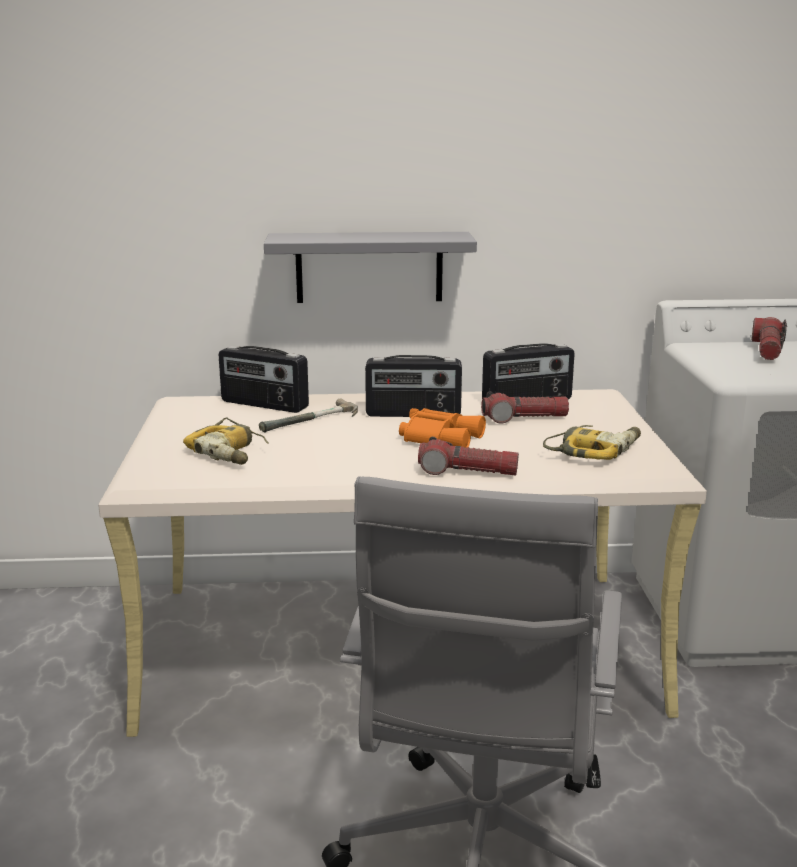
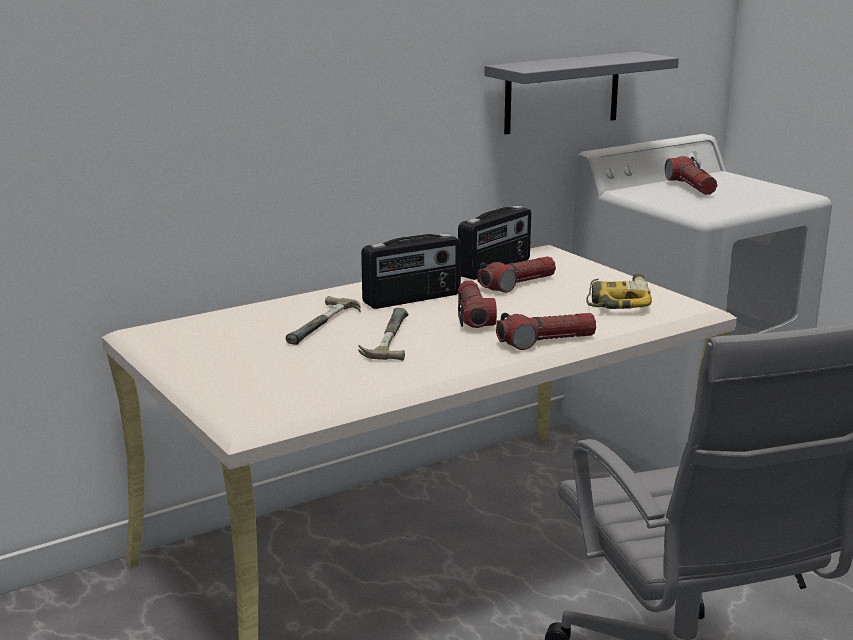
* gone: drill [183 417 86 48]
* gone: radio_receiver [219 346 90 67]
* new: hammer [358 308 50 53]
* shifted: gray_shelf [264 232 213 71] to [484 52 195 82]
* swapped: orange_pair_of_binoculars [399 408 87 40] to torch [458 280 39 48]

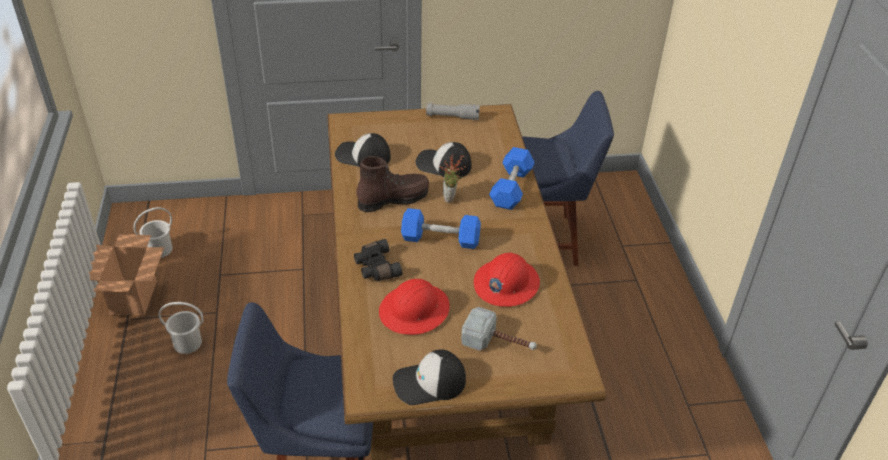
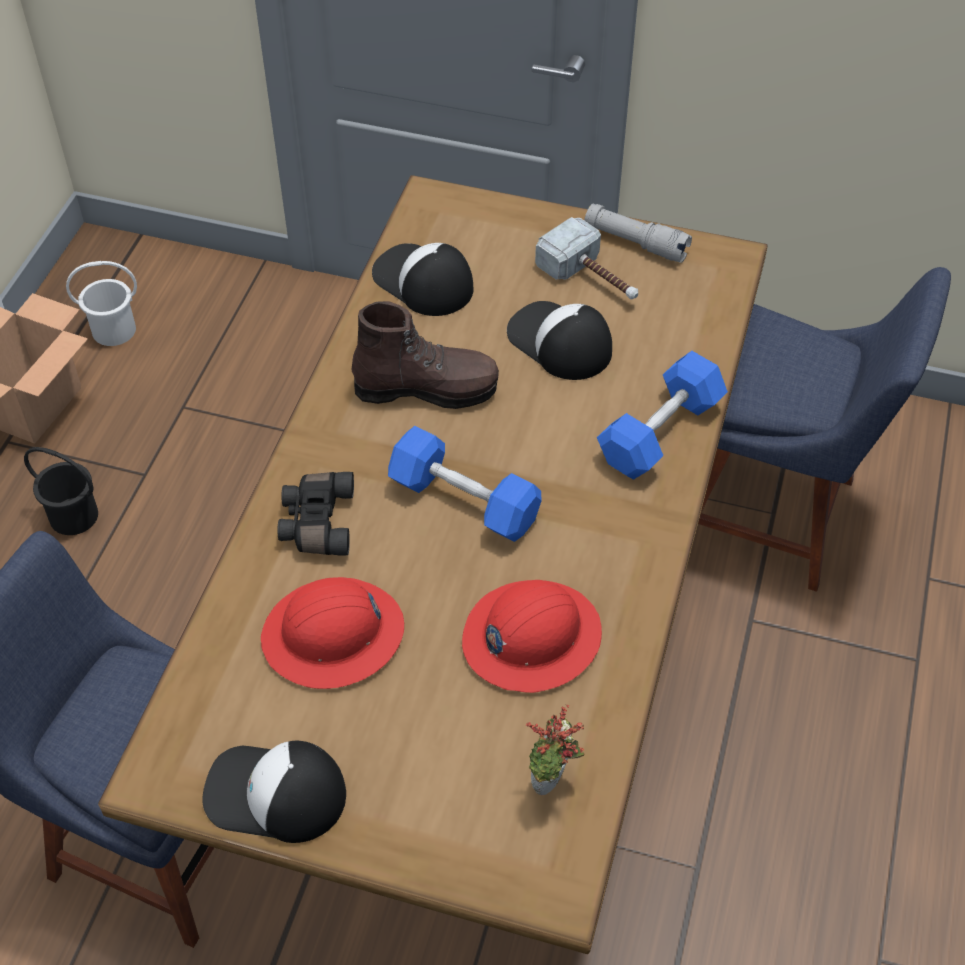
* shifted: plant_in_a_pot [439 155 27 48] to [526 705 58 91]
* shifted: hammer [461 307 76 44] to [535 217 103 82]
* repainted: white-coloured_water_bucket [158 302 45 52] to black-coloured_water_bucket [24 447 74 88]

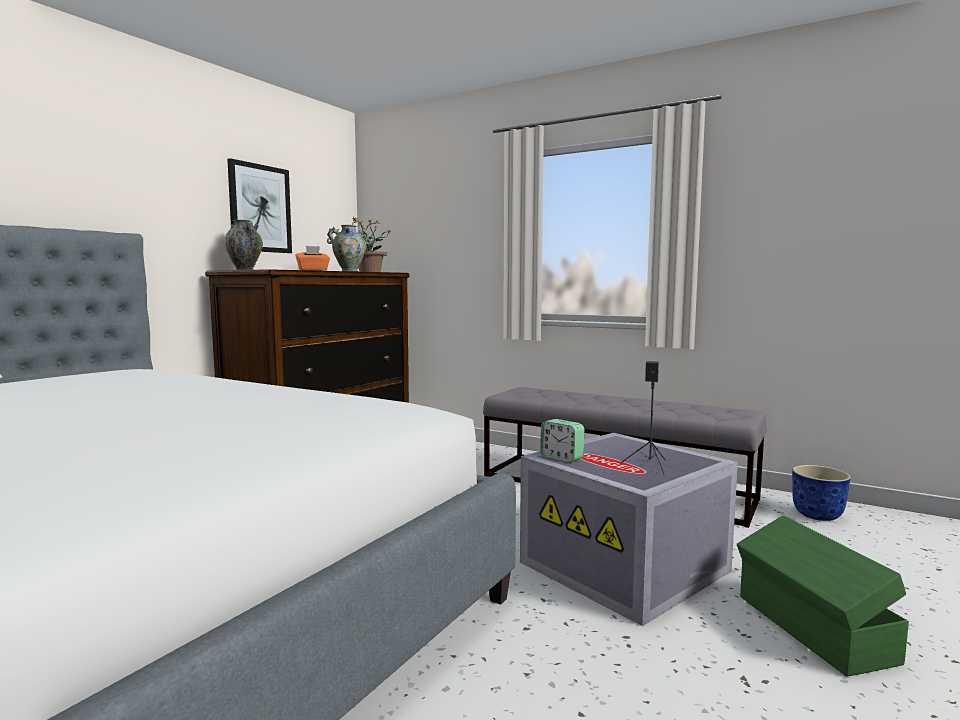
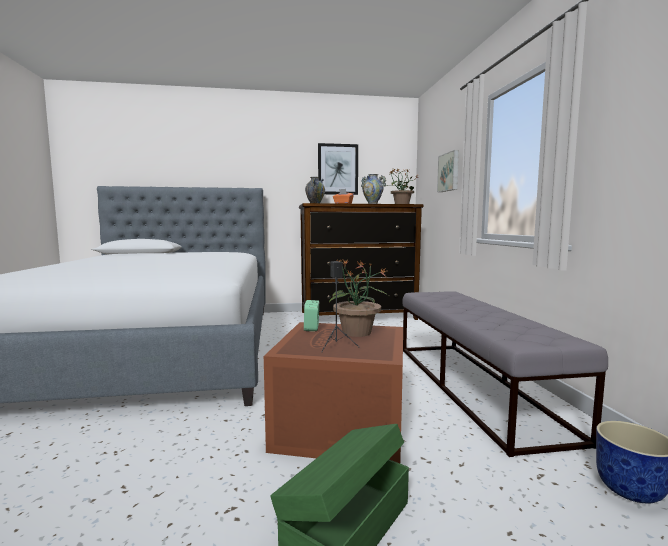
* new: plant_in_a_pot [329 259 61 78]
* new: wall_picture [437 150 22 42]
* repainted: gray_storage_container [520 433 218 193] to brown_storage_container [264 322 139 141]

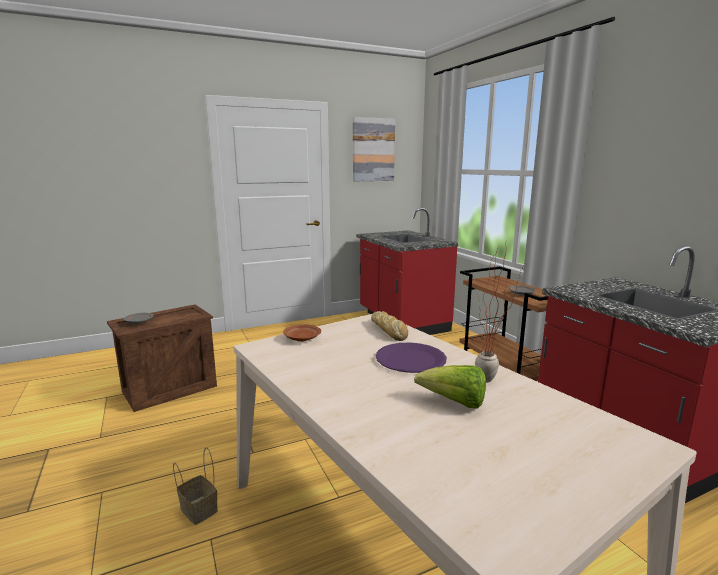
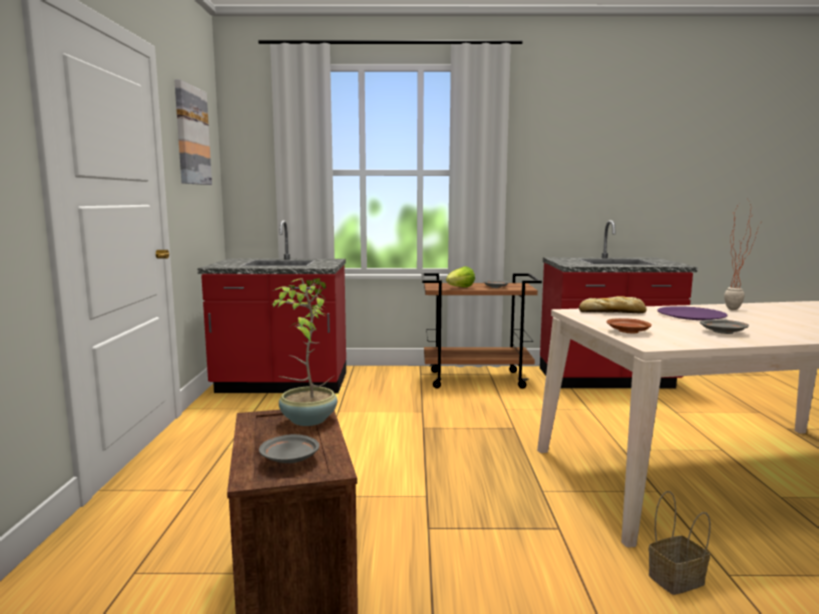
* new: plant_in_a_pot [272 278 65 148]
* new: gray_plate [700 319 49 15]
* shifted: head_of_lettuce [414 365 72 44] to [446 266 29 22]

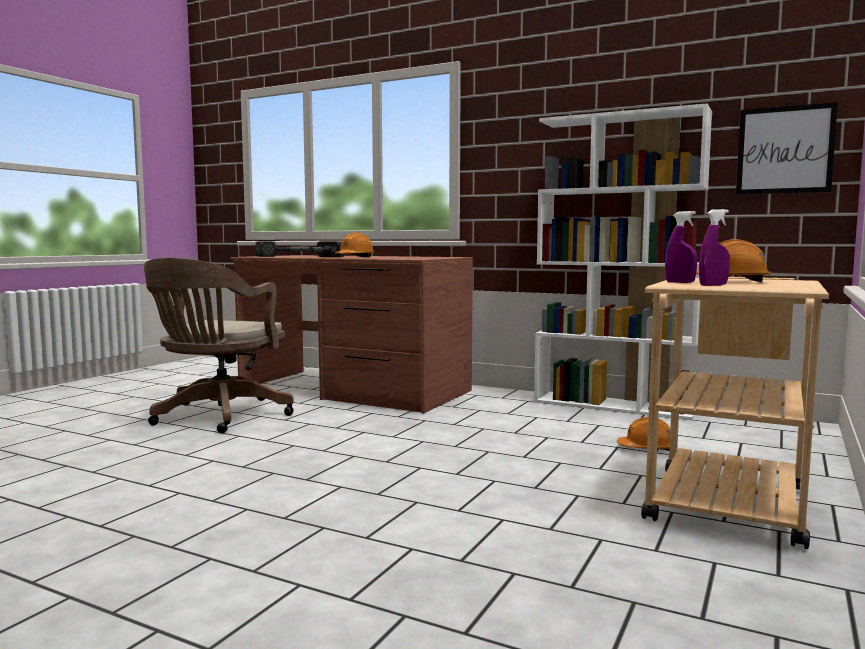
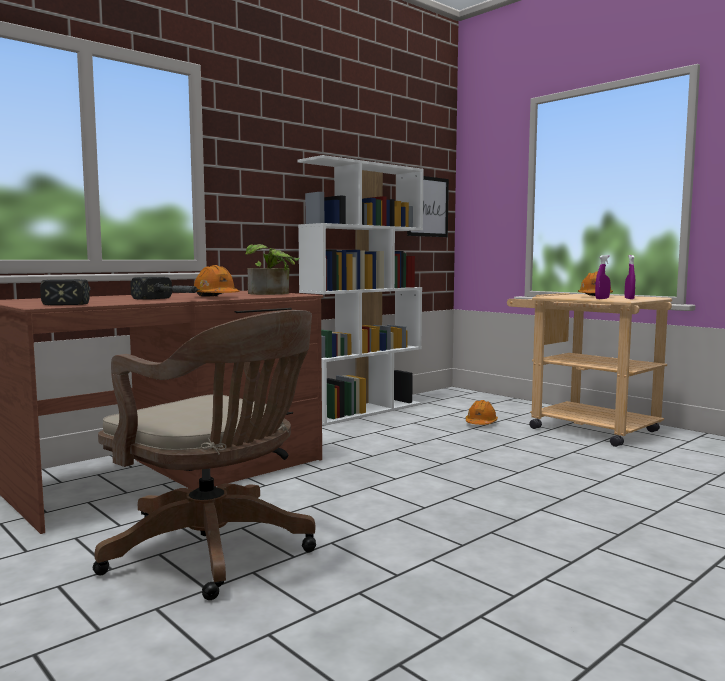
* new: plant_in_a_pot [245 244 54 51]

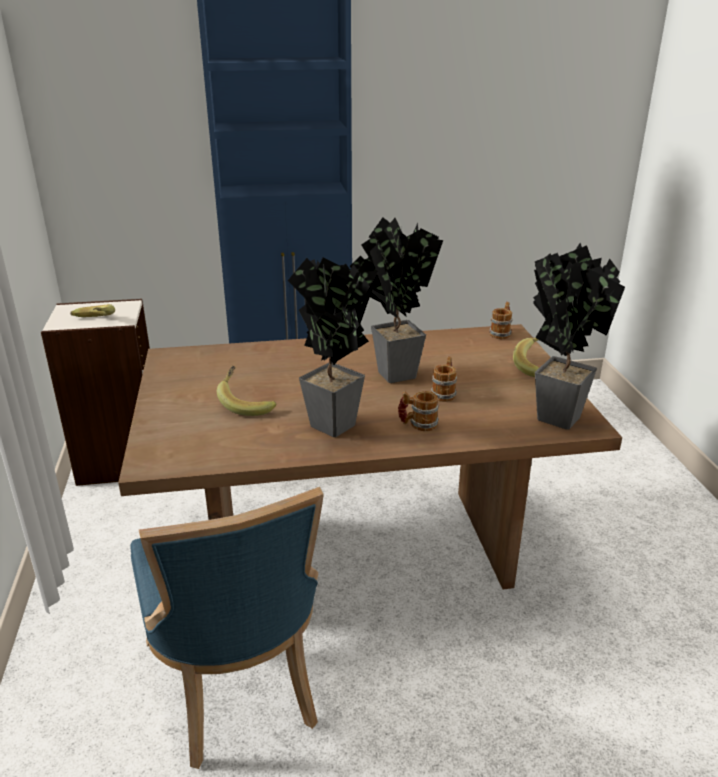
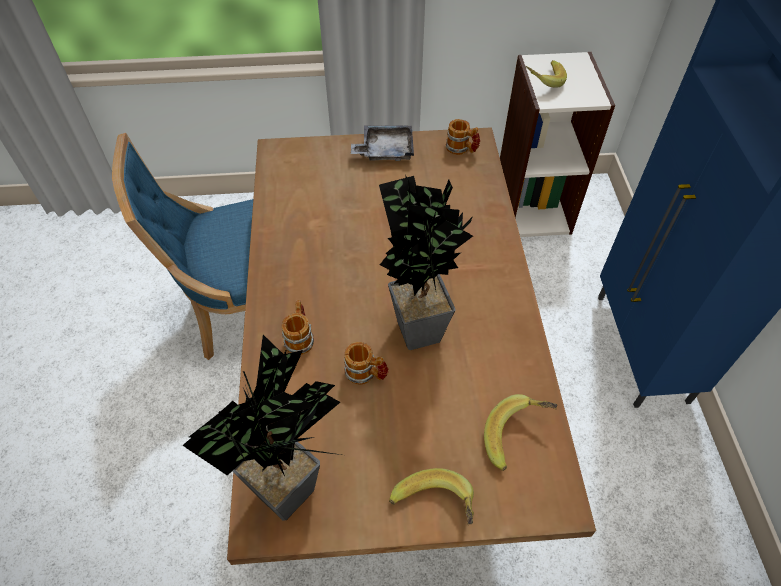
* gone: plant_in_a_pot [288 257 90 180]
* new: gray_tray [351 125 63 36]
* shifted: whole_banana [217 366 60 50] to [484 394 73 77]
* shifted: tea_mug [489 302 24 37] to [446 119 34 36]

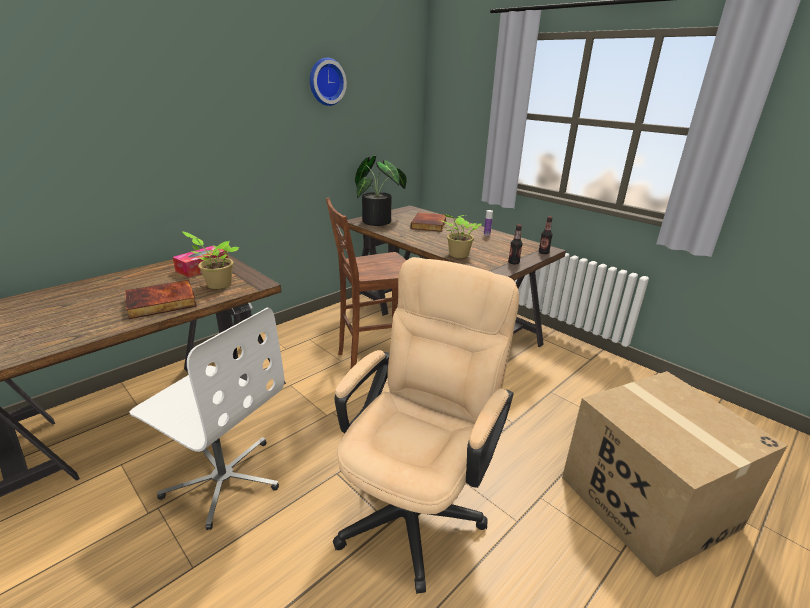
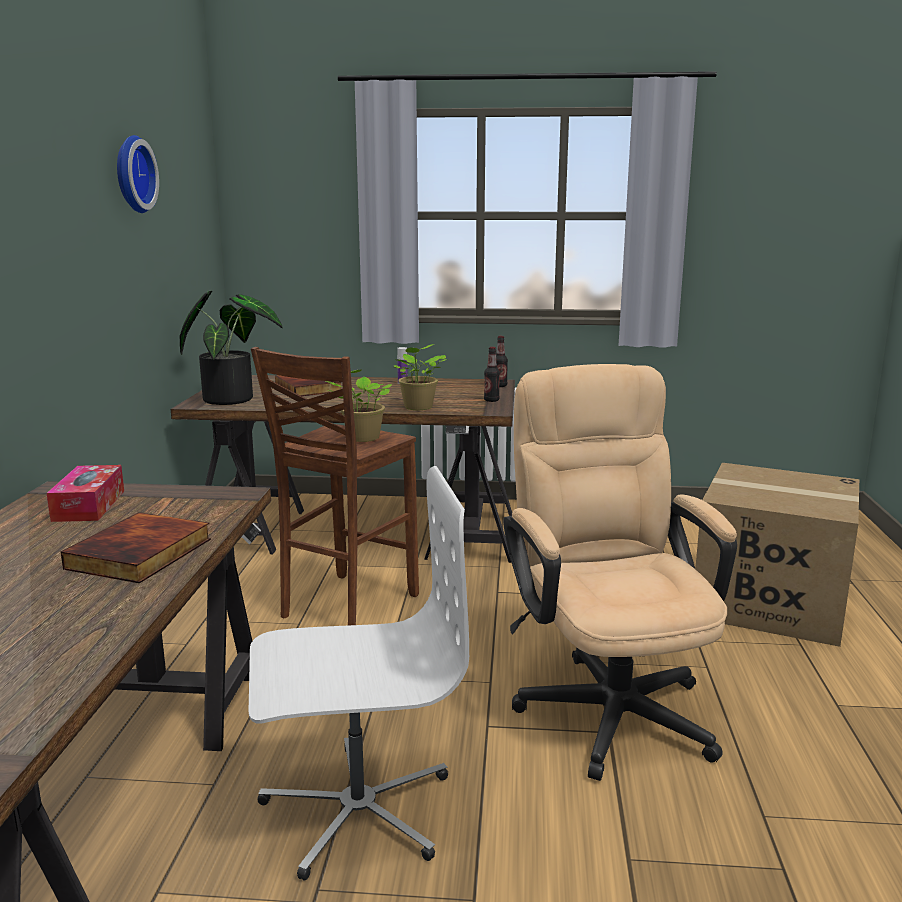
* shifted: plant_in_a_pot [182 231 58 58] to [326 369 66 73]

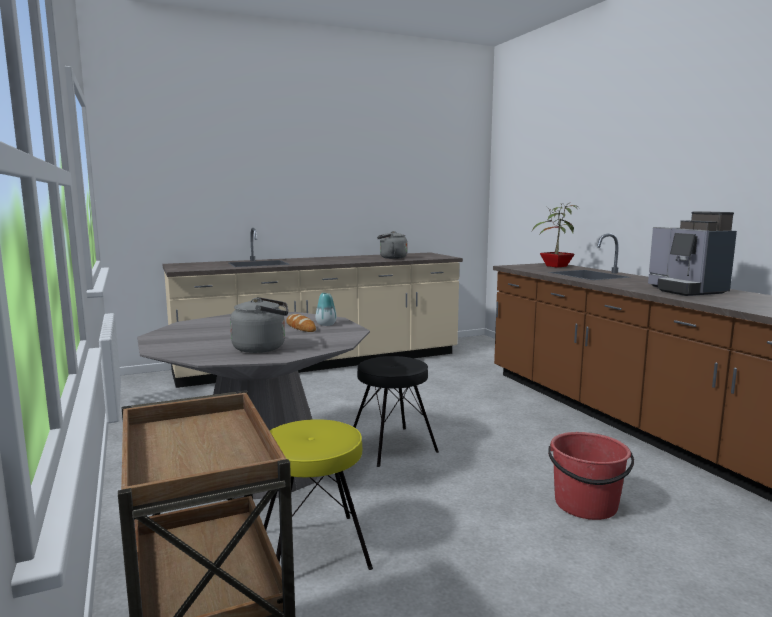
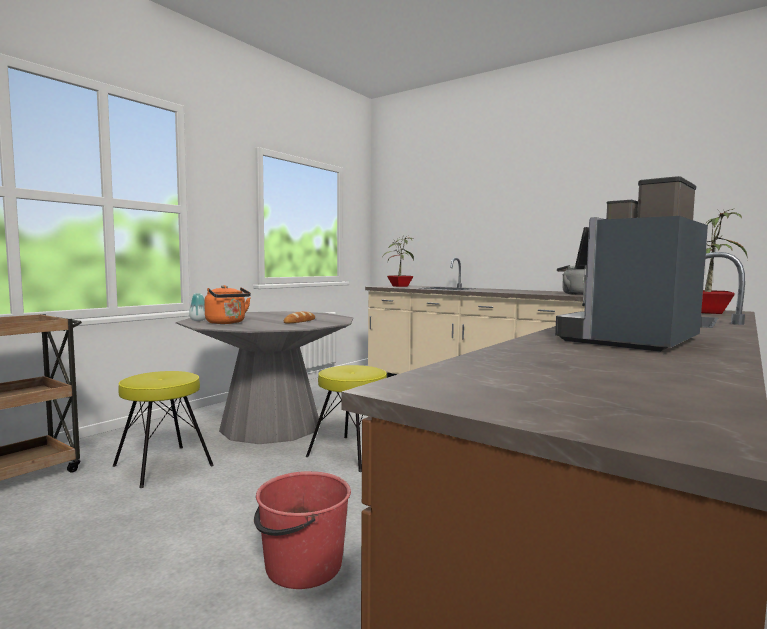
* new: plant_in_a_pot [382 235 33 52]
* shifted: decorative_vase [316 293 21 33] to [189 293 17 28]
* repainted: gray_tea_kettle [230 297 58 56] to orange_tea_kettle [204 285 47 39]
* repainted: black-coloured_stool [353 356 86 111] to yellow-coloured_stool [306 365 81 107]

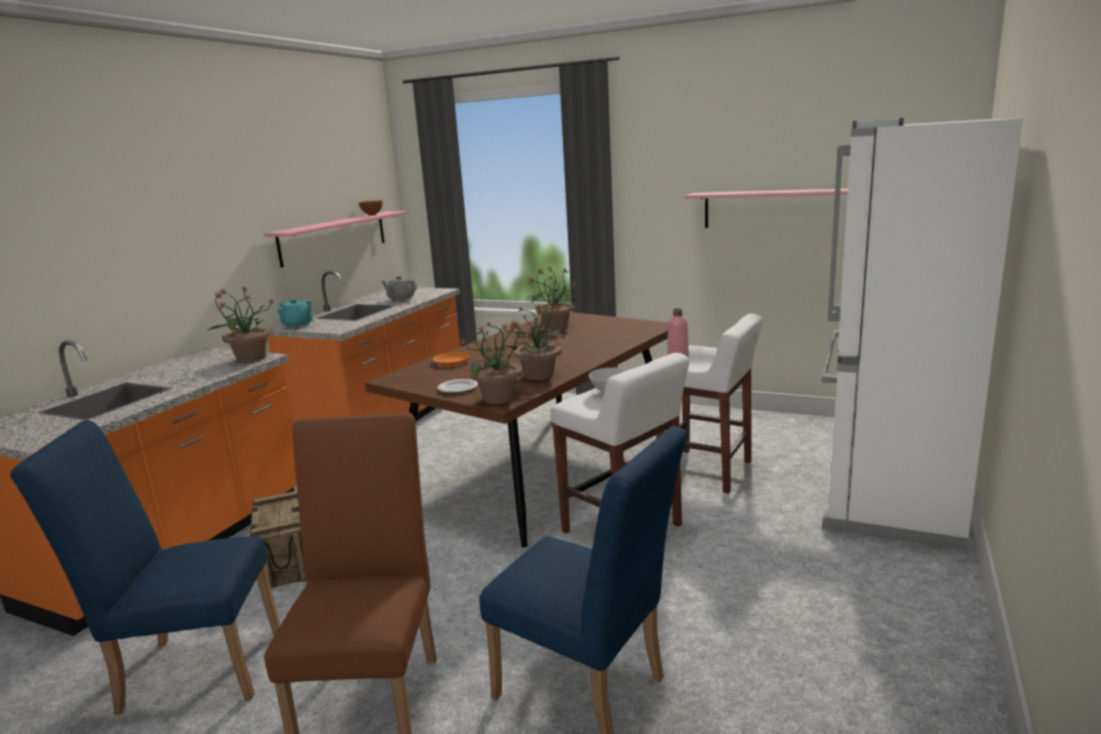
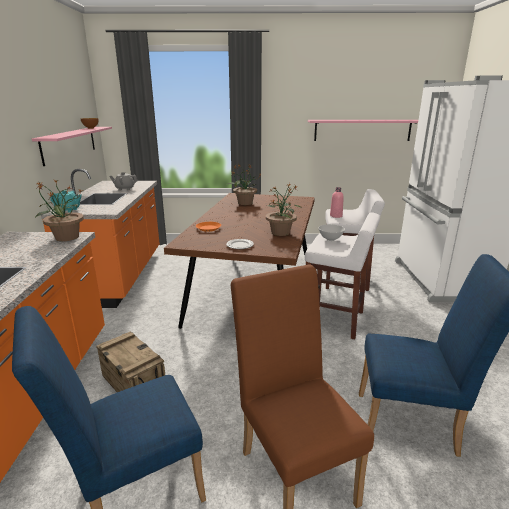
* gone: plant_in_a_pot [459 320 76 84]

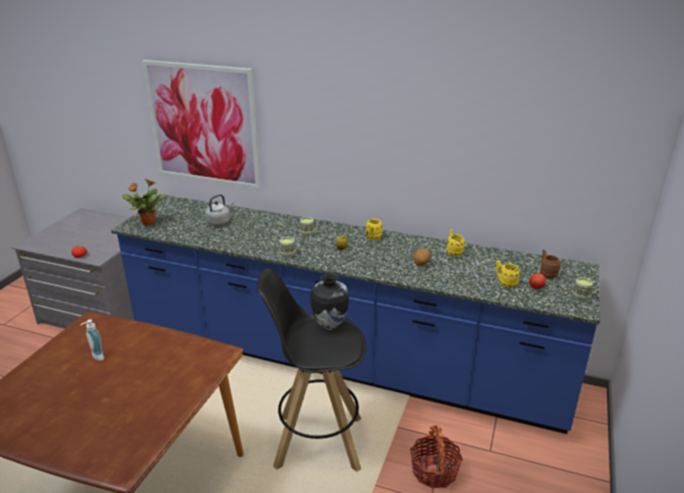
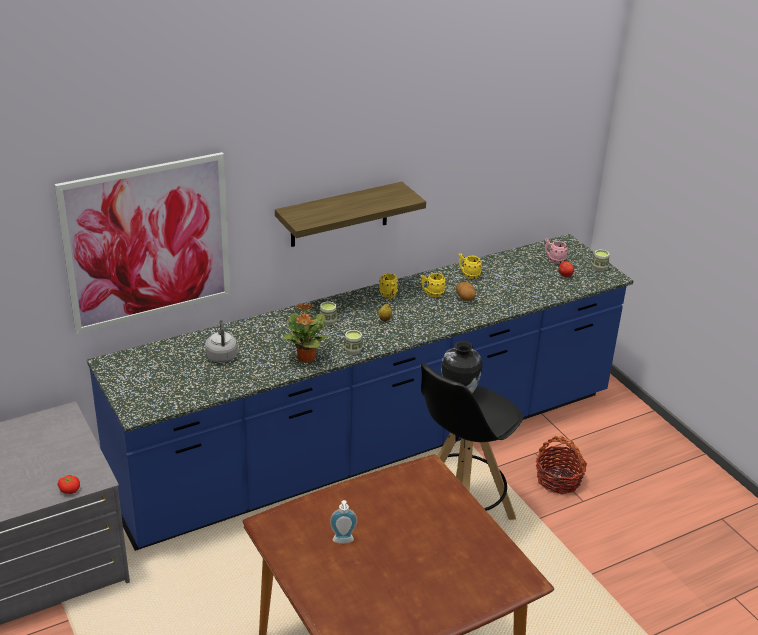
* new: shelf [275 182 151 65]
* shifted: plant_in_a_pot [122 178 44 47] to [282 303 49 60]
* shifted: yellow-coloured_tea_mug [496 260 24 28] to [421 273 25 24]
* repainted: brown_tea_mug [540 249 21 30] to pink_tea_mug [545 239 23 25]

